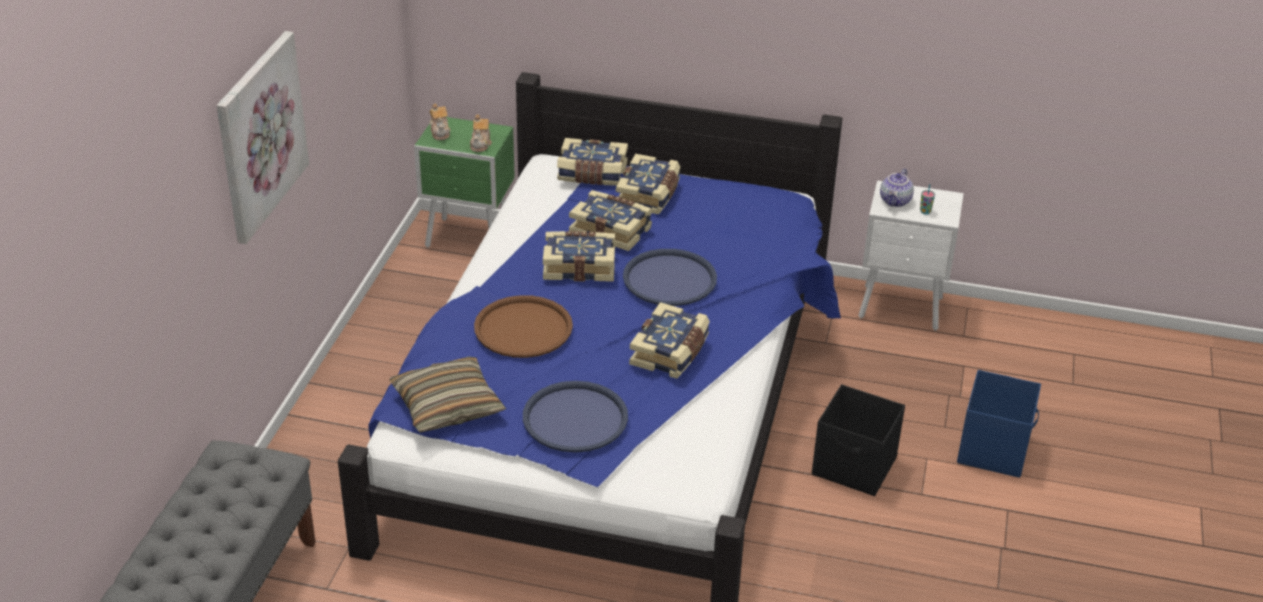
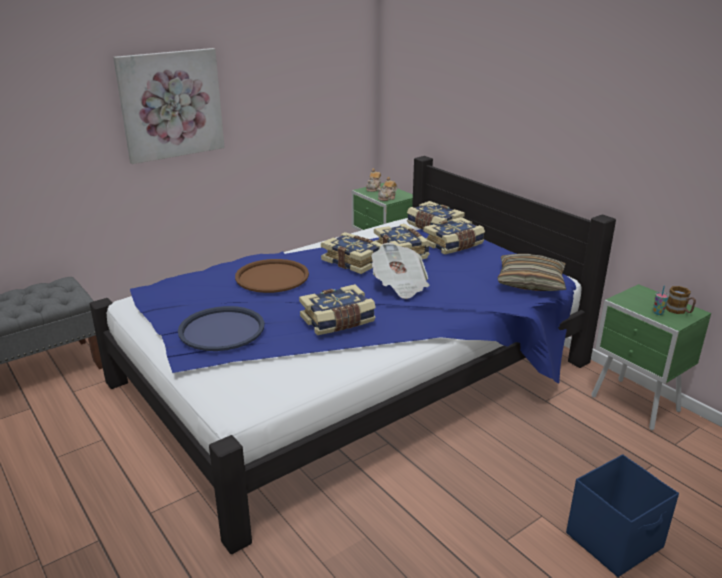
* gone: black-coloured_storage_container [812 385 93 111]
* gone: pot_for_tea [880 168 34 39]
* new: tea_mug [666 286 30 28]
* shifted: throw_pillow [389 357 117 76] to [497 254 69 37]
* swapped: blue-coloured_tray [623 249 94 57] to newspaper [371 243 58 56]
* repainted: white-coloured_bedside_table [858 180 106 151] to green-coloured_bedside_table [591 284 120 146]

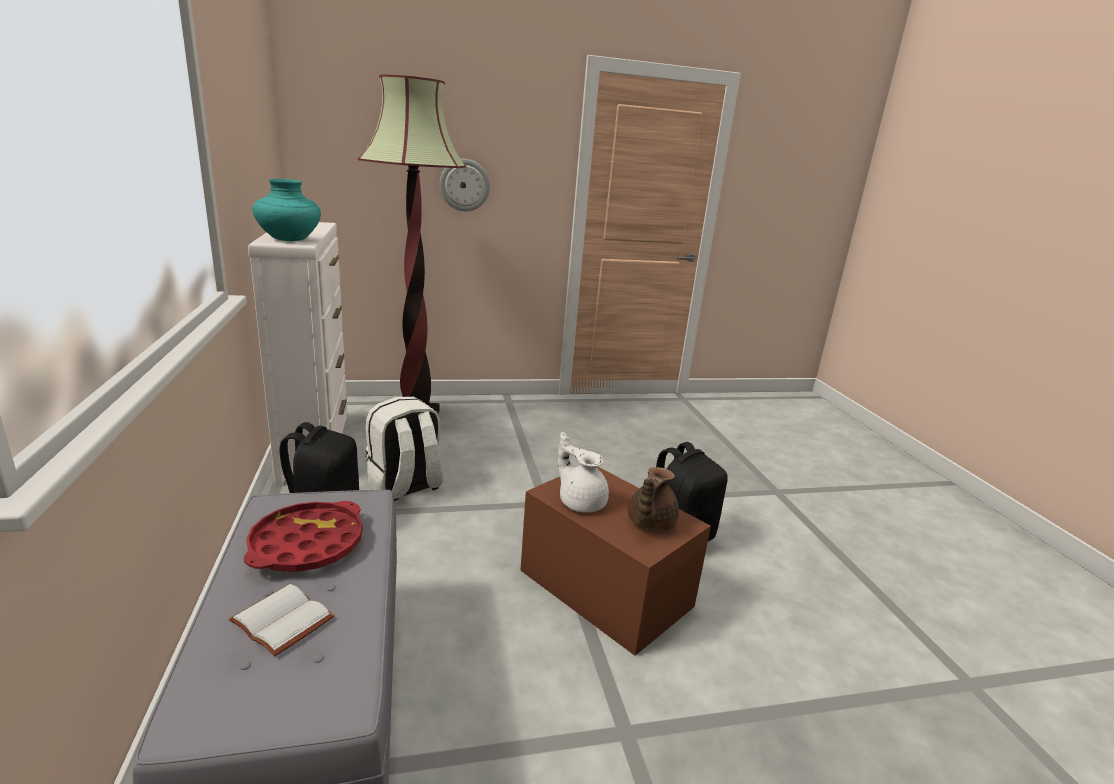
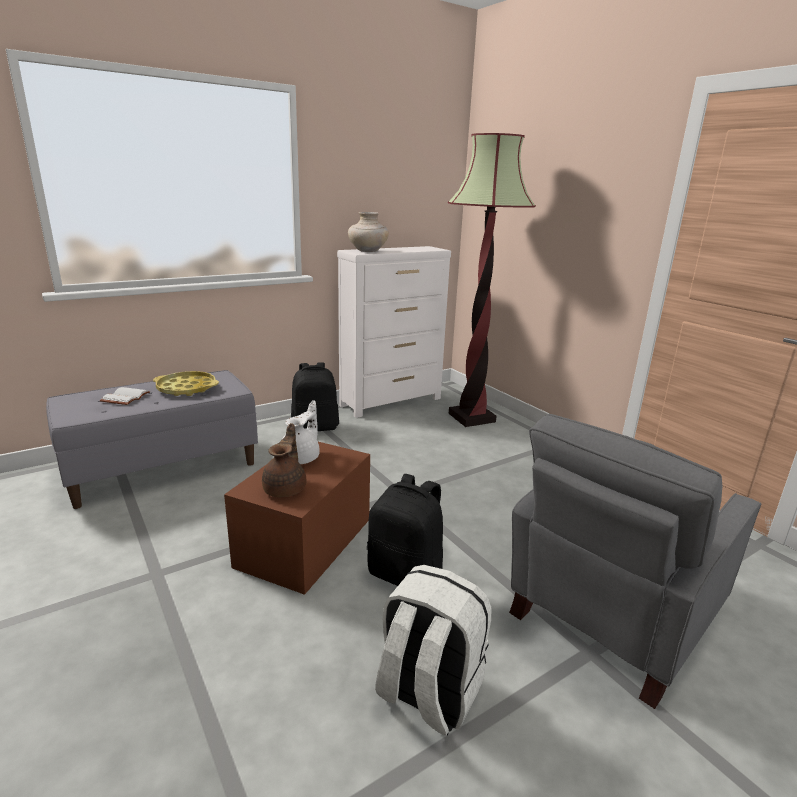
* gone: wall_clock [440 159 50 52]
* new: gray_armchair [509 414 252 295]
* shifted: white-coloured_knapsack [366 397 77 104] to [375 565 116 170]
* repainted: reddish_tray [244 501 119 71] to yellow-coloured_tray [153 371 66 25]
* repainted: turquoise_decorative_vase [252 179 69 62] to sand-coloured_decorative_vase [348 212 41 40]
* rotated: brown_pot_for_tea [628 467 51 65] = [262 423 44 74] 90 degrees clockwise

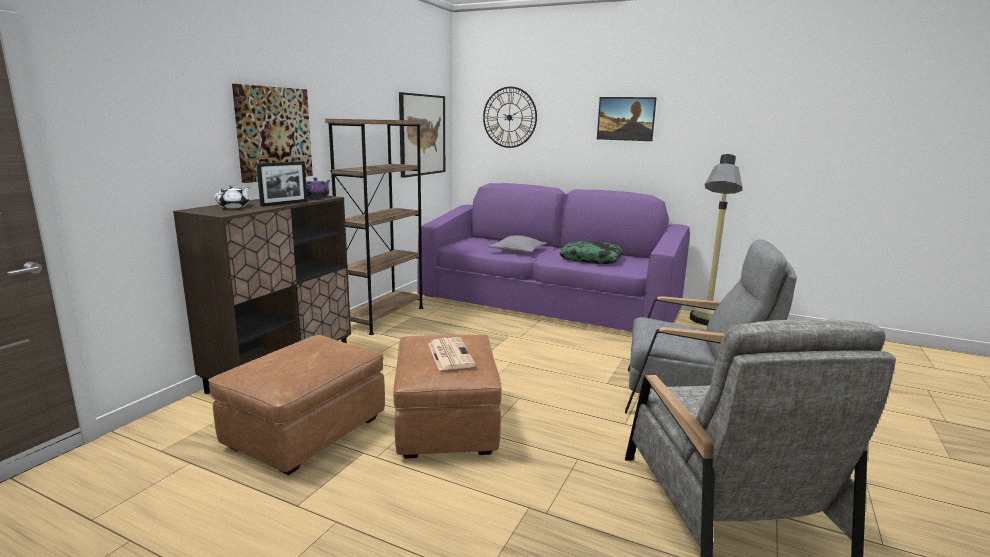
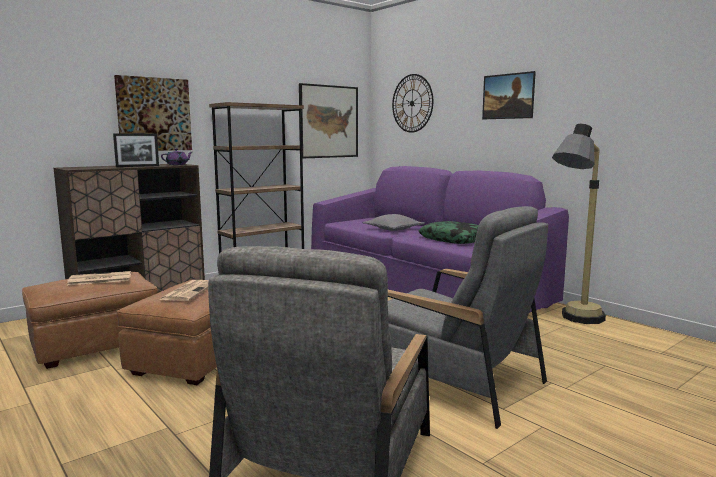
* gone: white-coloured_pot_for_tea [215 185 35 23]
* new: newspaper [67 271 64 14]

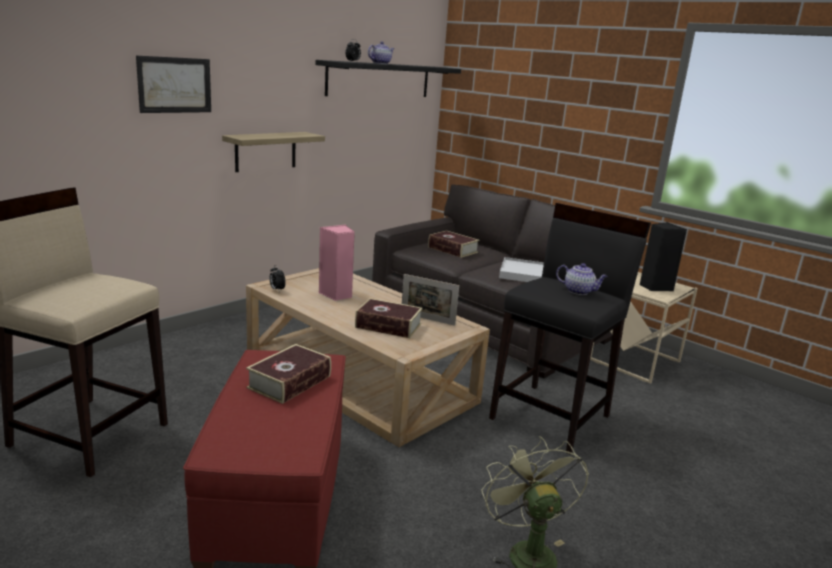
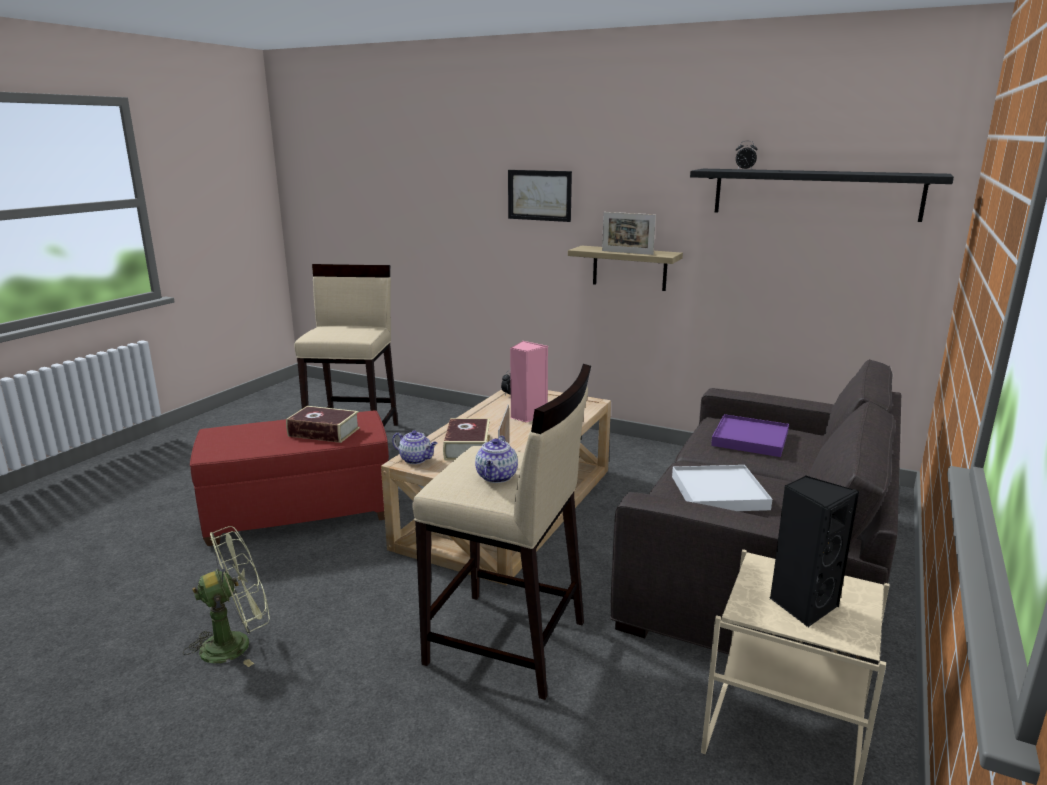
* new: standing_frame [602 212 54 43]
* shifted: pot_for_tea [368 41 26 23] to [392 430 45 34]
* swapped: bound_book [428 231 51 27] to purple-coloured_tray [711 414 78 43]
* repainted: black-coloured_stool [489 203 162 251] to sand-coloured_stool [412 364 179 336]

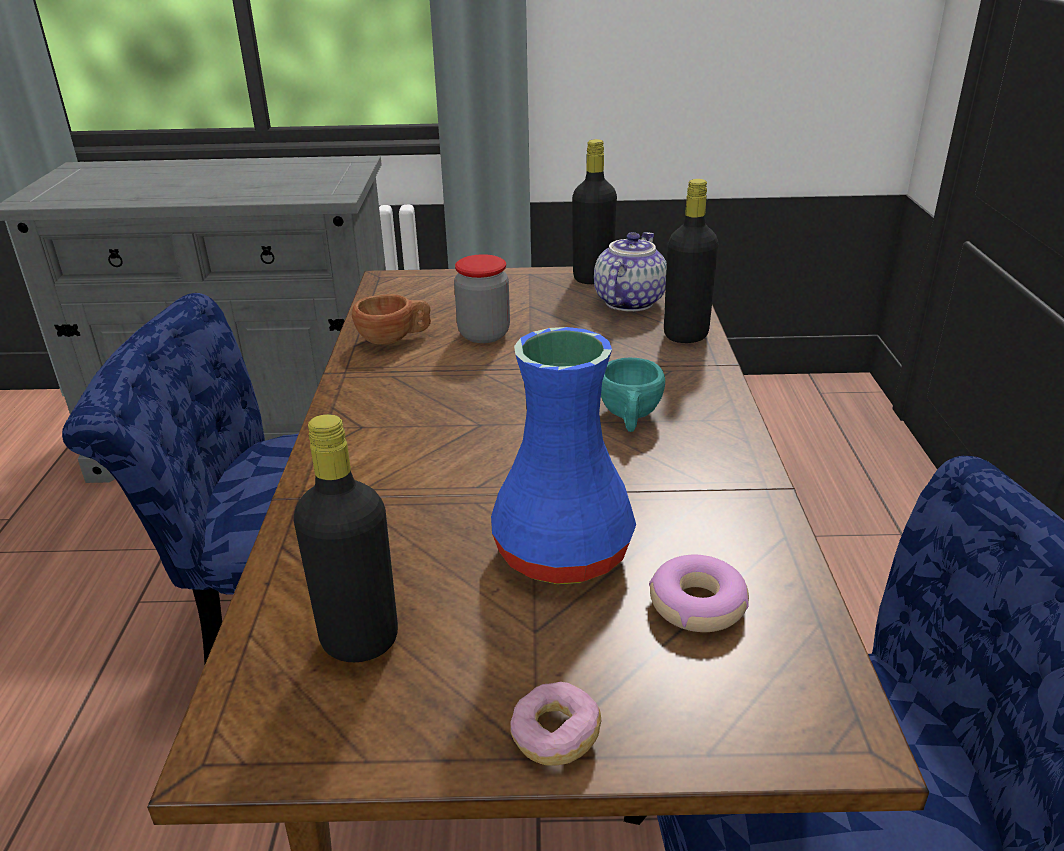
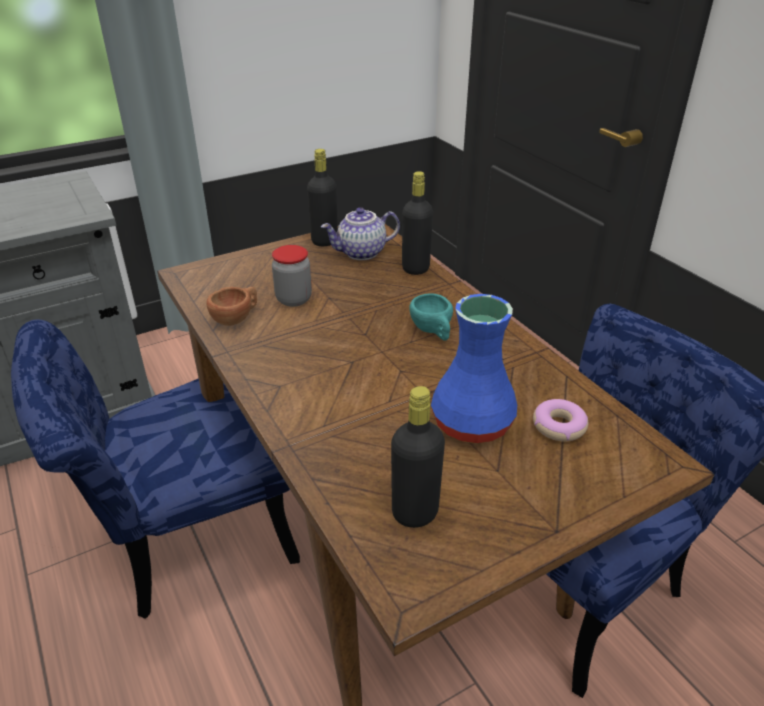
* gone: doughnut [510 682 91 84]
* rotated: pot_for_tea [594 232 73 80] = [321 207 79 53] 105 degrees counterclockwise

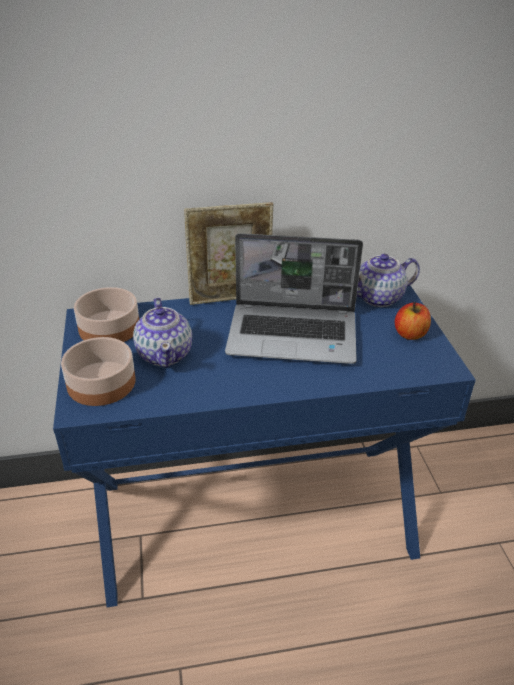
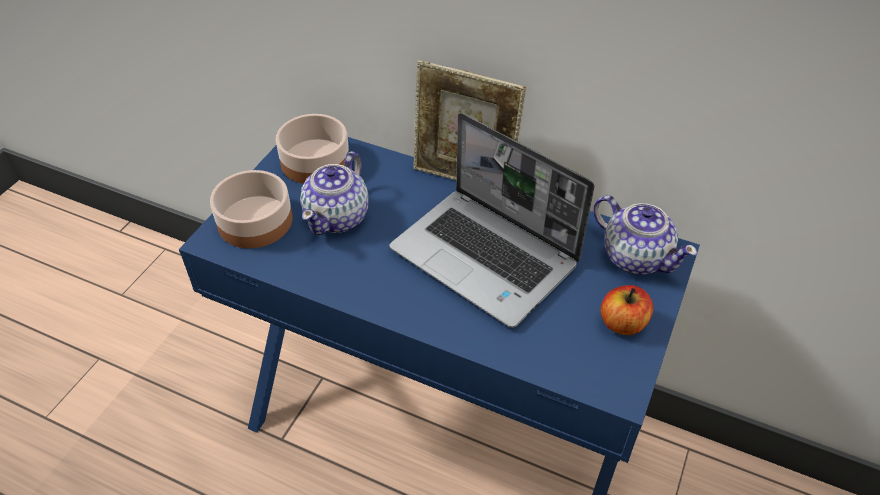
* rotated: pot_for_tea [357 254 63 53] = [593 195 104 80] 150 degrees counterclockwise

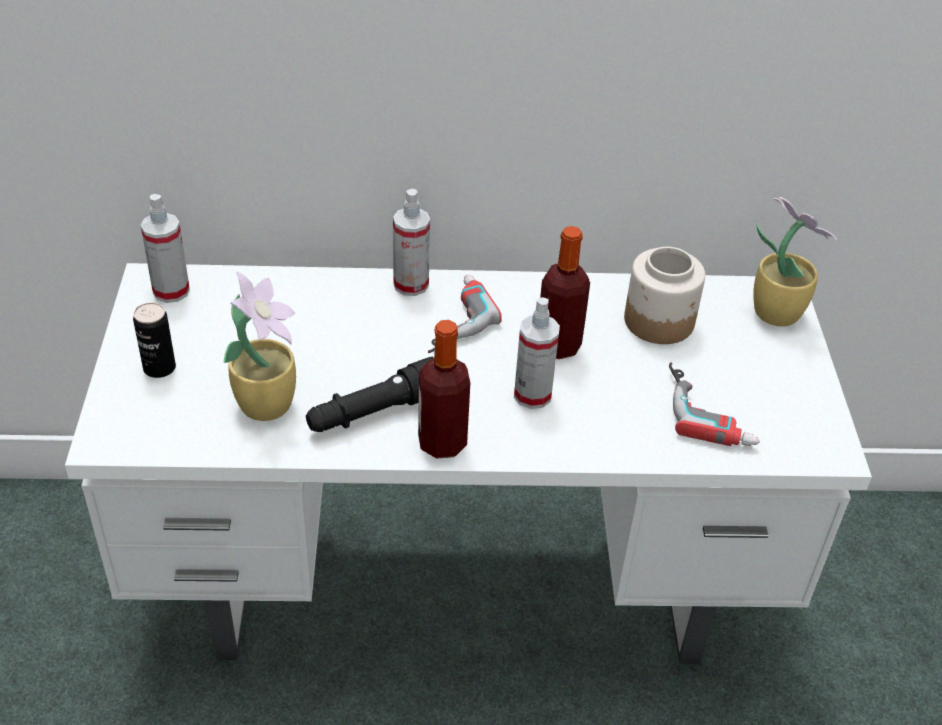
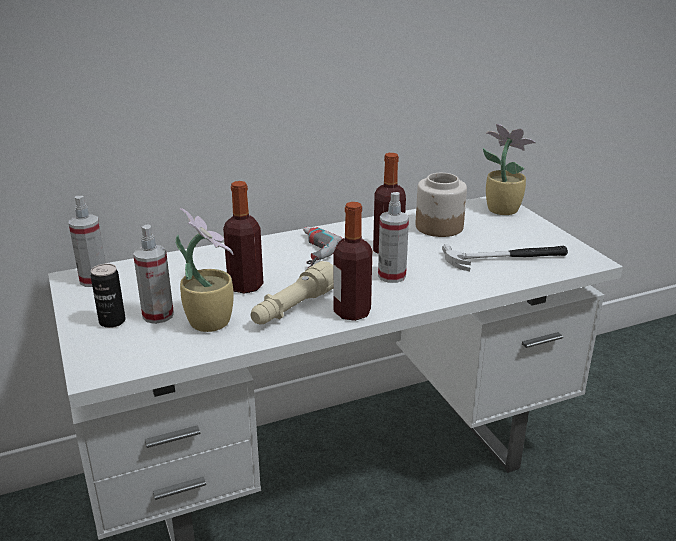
* new: beverage_bottle [223 181 40 113]
* shifted: spray_bottle [393 189 37 107] to [133 224 41 100]
* swapped: drill [669 362 91 84] to hammer [442 244 126 27]
* repainted: black-coloured_torch [306 356 127 76] to sand-coloured_torch [251 261 82 63]

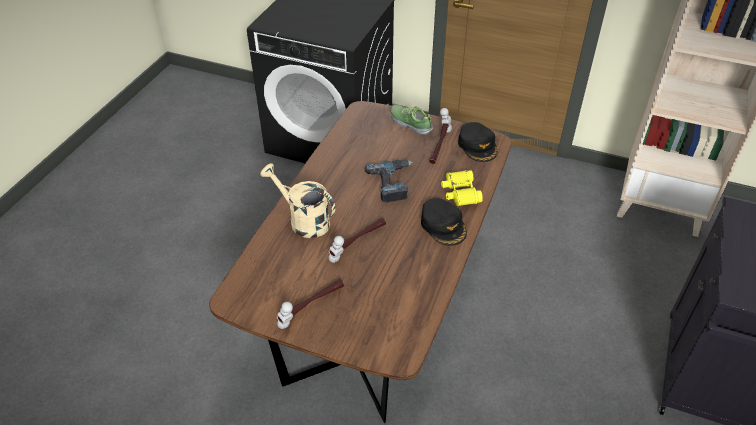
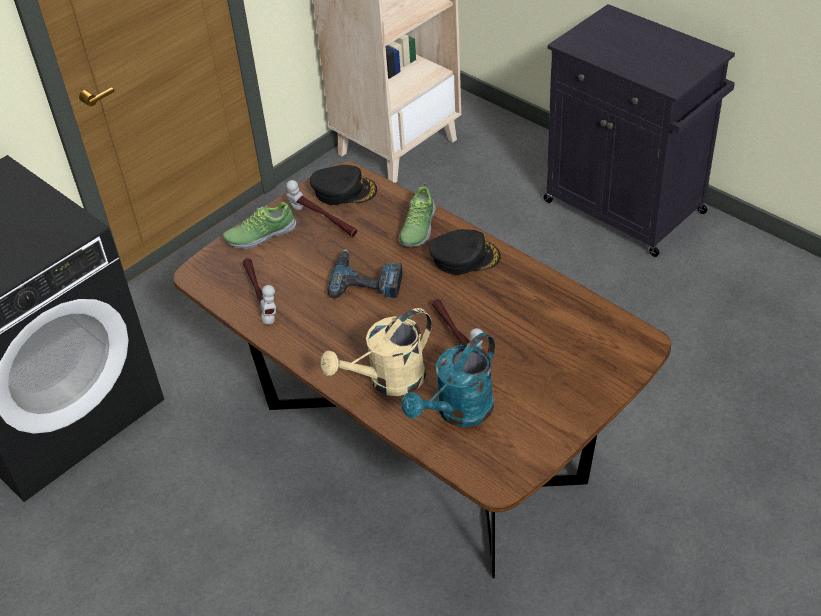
* new: turquoise_sprinkling_can [402 333 93 94]
* shifted: hammer [277 279 67 50] to [243 258 33 67]
* swapped: yellow-coloured_pair_of_binoculars [441 170 42 36] to item_of_footwear [399 183 37 64]

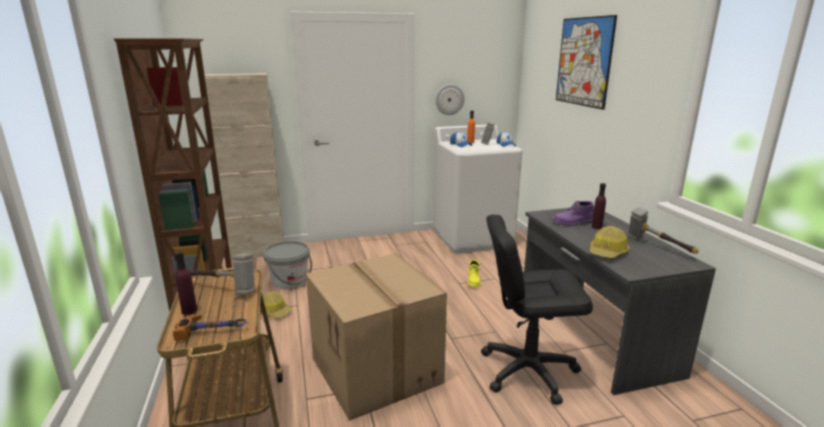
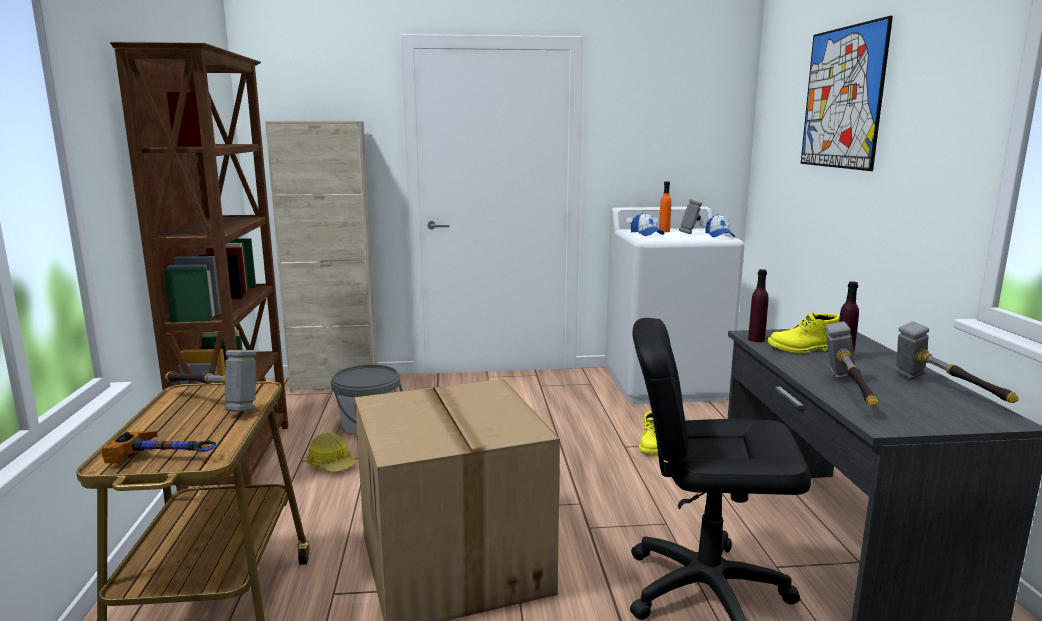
* gone: wall_clock [436 84 28 31]
* shifted: purple-coloured_beverage_bottle [175 252 22 63] to [748 269 21 73]
* swapped: work_helmet [590 226 40 32] to hammer [825 321 54 85]
* repainted: purple-coloured_boot [553 201 41 25] to yellow-coloured_boot [767 313 73 40]

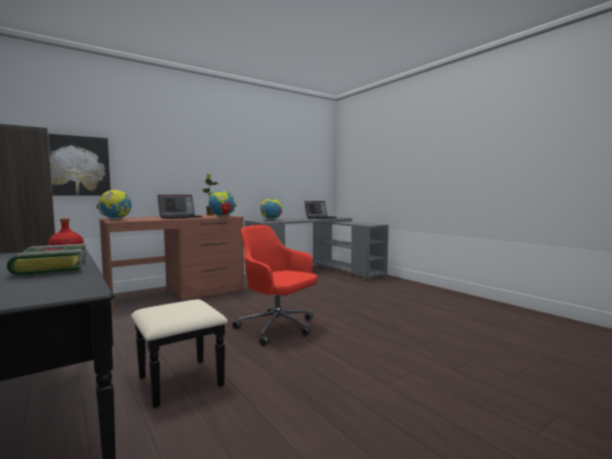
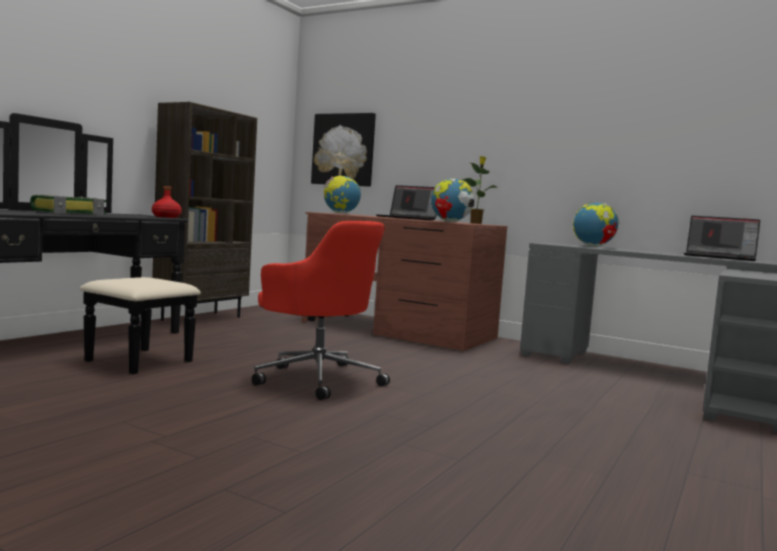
* rotated: reddish_desk_chair [233 225 85 121] = [252 221 138 179] 120 degrees clockwise

